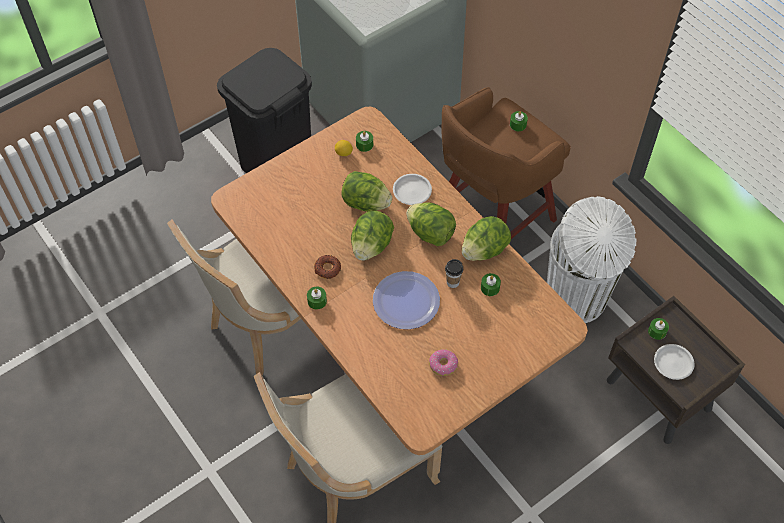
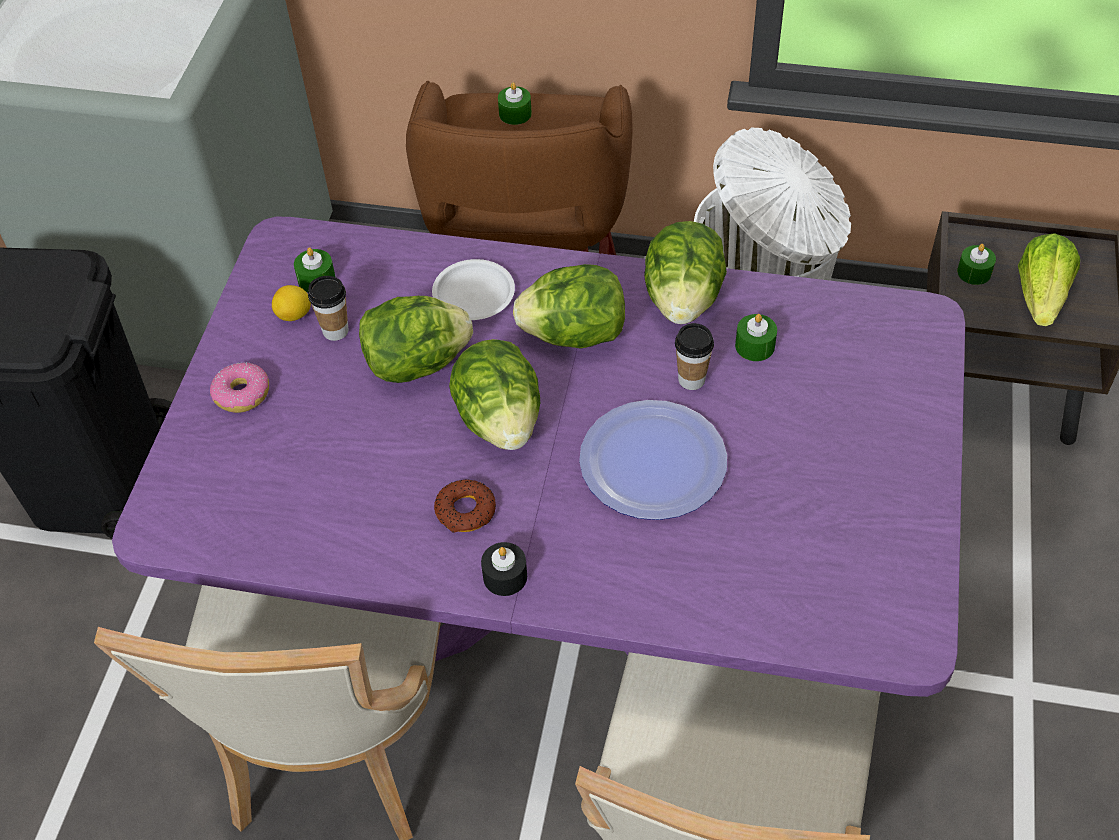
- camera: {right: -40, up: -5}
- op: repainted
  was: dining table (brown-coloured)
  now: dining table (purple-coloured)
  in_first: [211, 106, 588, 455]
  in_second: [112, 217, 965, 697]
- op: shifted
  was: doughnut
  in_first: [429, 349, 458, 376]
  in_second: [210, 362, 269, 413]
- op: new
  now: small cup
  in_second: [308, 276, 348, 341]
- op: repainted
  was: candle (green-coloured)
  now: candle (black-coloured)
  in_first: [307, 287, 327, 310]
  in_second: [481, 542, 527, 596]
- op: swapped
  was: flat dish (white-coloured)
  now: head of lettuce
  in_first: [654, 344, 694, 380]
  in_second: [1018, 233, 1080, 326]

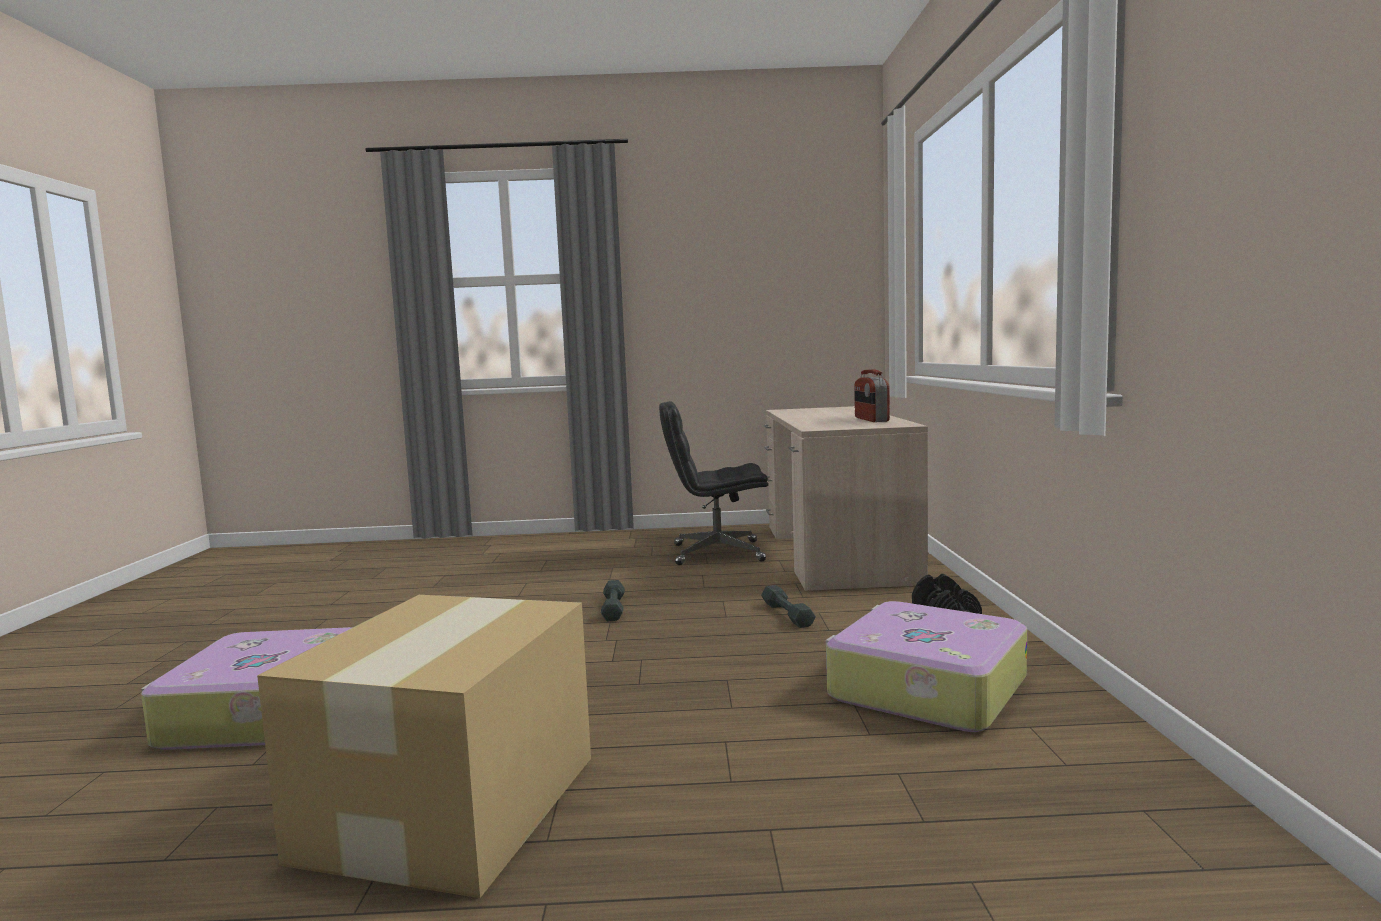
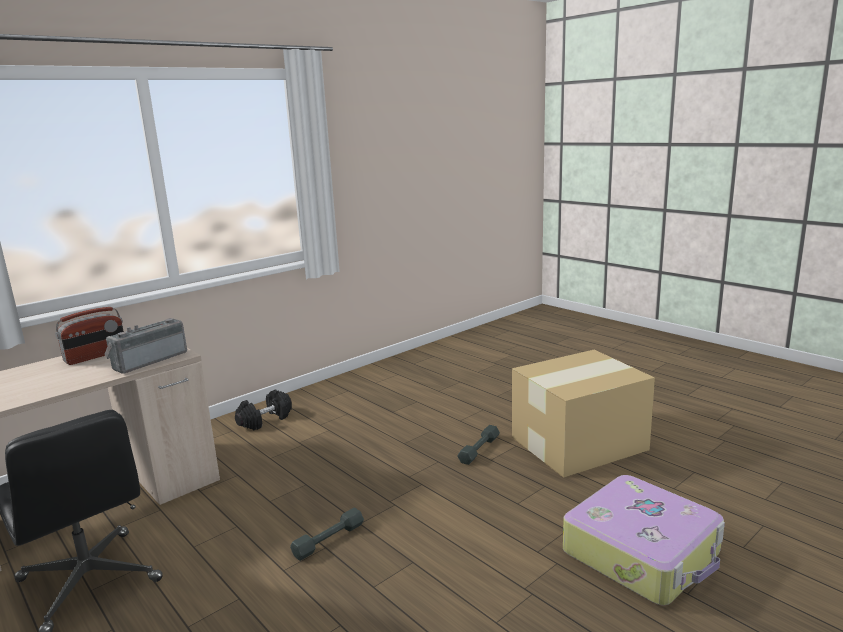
- camera: {right: -130, up: 10}
- op: new
  now: radio receiver
  in_second: [104, 318, 187, 374]
- op: shifted
  was: dumbbell (greyish)
  in_first: [761, 585, 816, 628]
  in_second: [457, 425, 500, 465]
- op: gone
  was: suitcase
  in_first: [826, 601, 1027, 732]

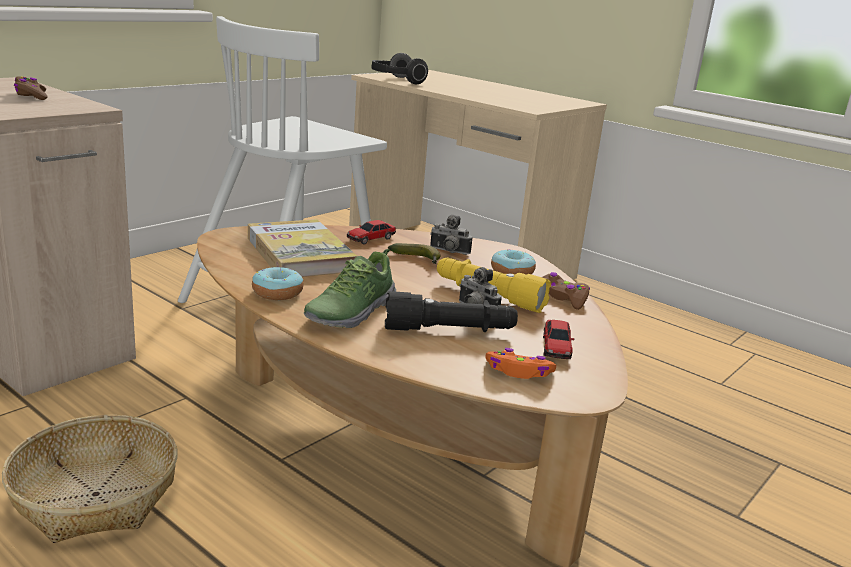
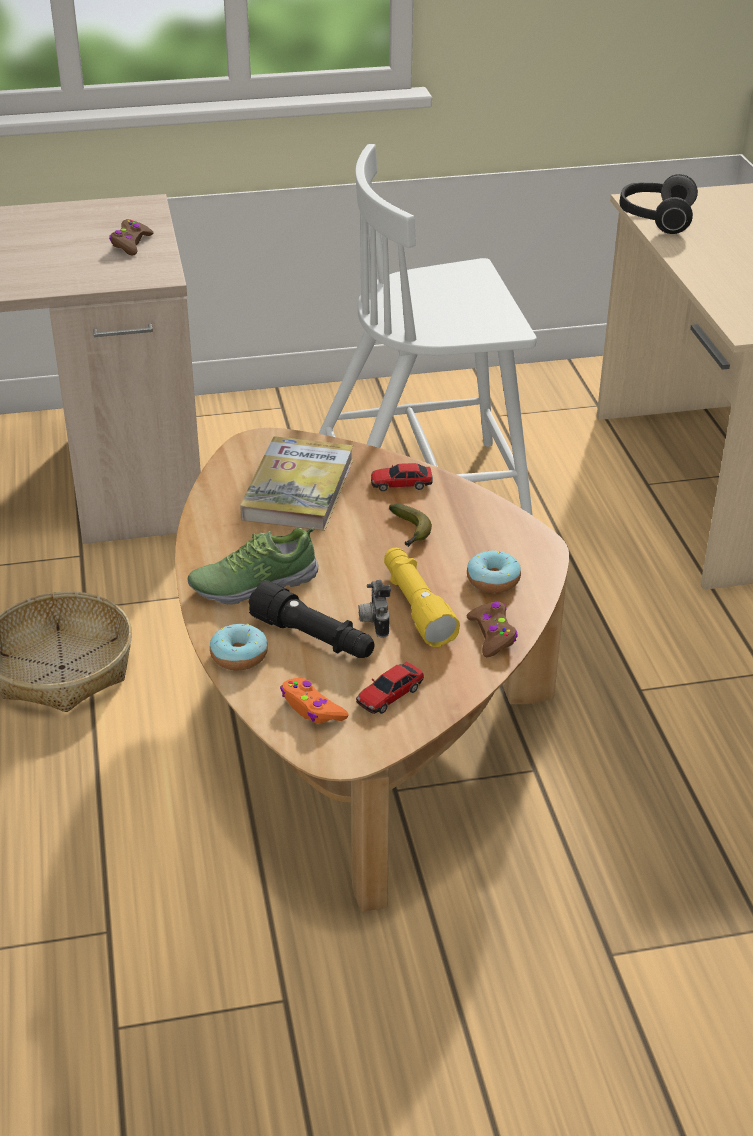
- camera: {right: 40, up: 15}
- op: shifted
  was: doughnut
  in_first: [252, 267, 304, 300]
  in_second: [210, 624, 268, 670]
- op: gone
  was: still camera
  in_first: [430, 215, 472, 255]

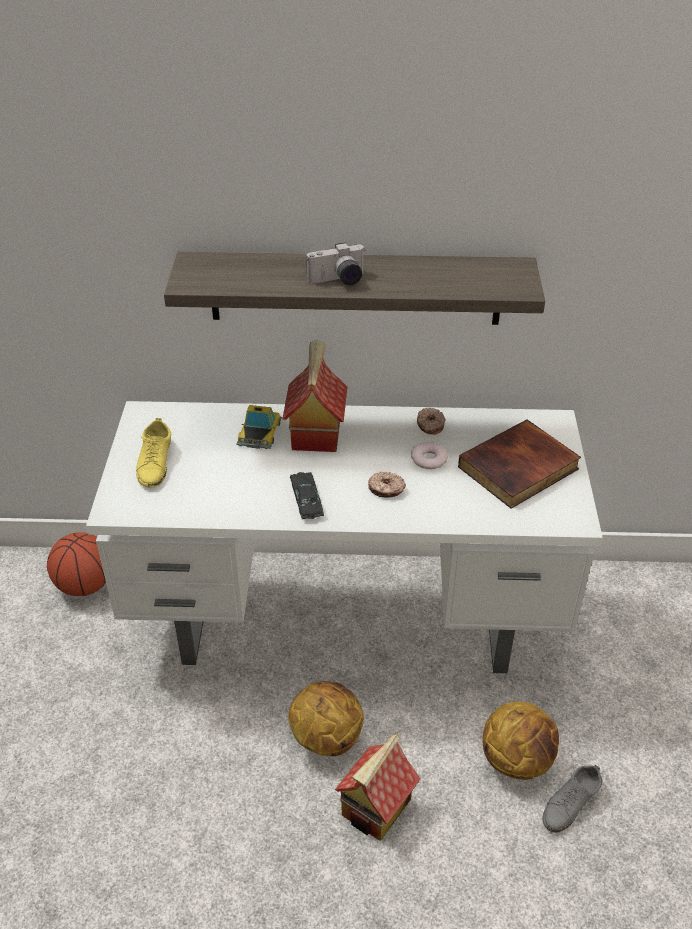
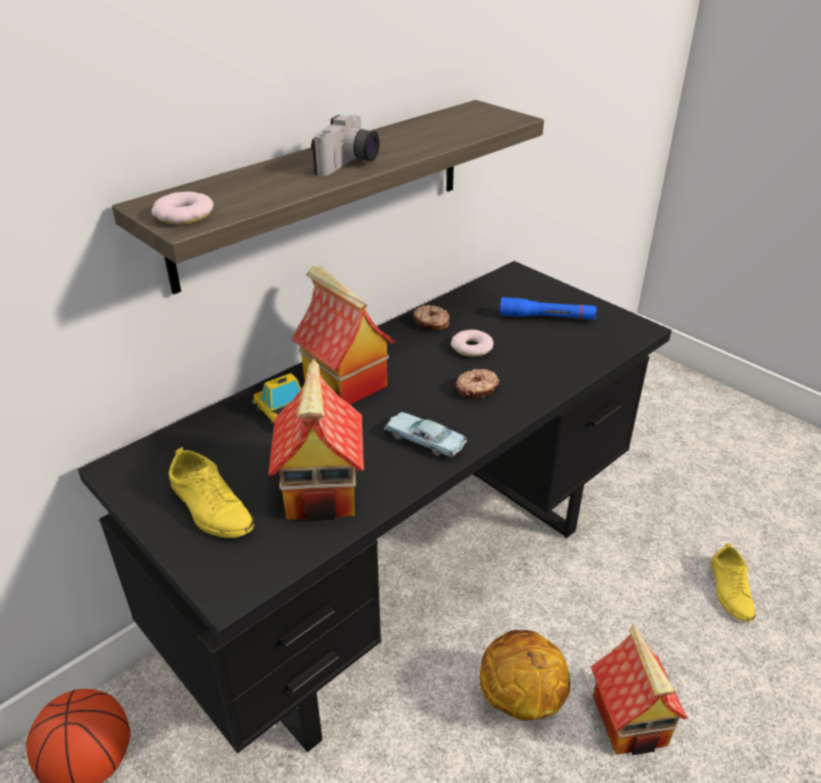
- camera: {right: -45, up: -5}
- op: repainted
  was: desk table (white-coloured)
  now: desk table (black-coloured)
  in_first: [86, 401, 603, 673]
  in_second: [78, 261, 672, 753]
- op: new
  now: doughnut
  in_second: [152, 192, 214, 224]
- op: new
  now: model house
  in_second: [268, 358, 364, 521]
- op: repainted
  was: toy car (black-coloured)
  now: toy car (blue)
  in_first: [290, 472, 324, 520]
  in_second: [384, 412, 467, 457]
- op: swapped
  was: book
  now: hand torch (blue)
  in_first: [458, 419, 581, 509]
  in_second: [500, 297, 597, 320]
- op: repainted
  was: low shoe (greyish)
  now: low shoe (yellowish)
  in_first: [543, 765, 602, 833]
  in_second: [711, 544, 756, 622]
- op: gone
  was: basketball
  in_first: [482, 701, 559, 780]

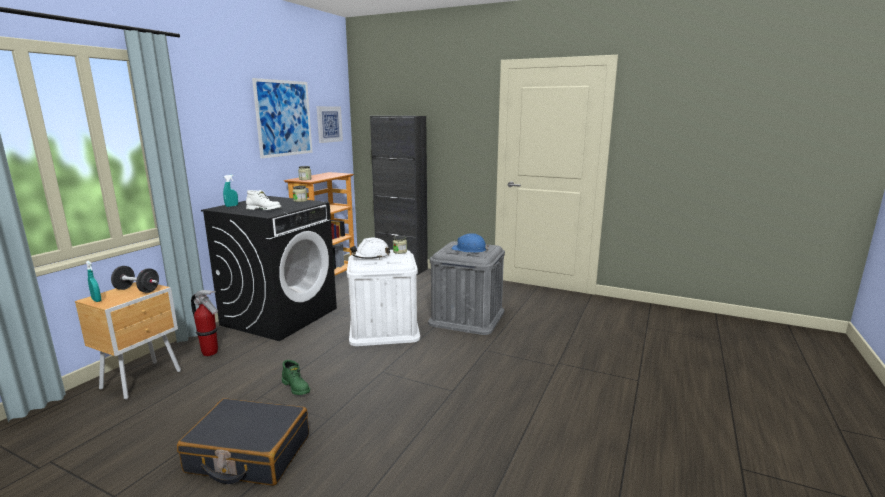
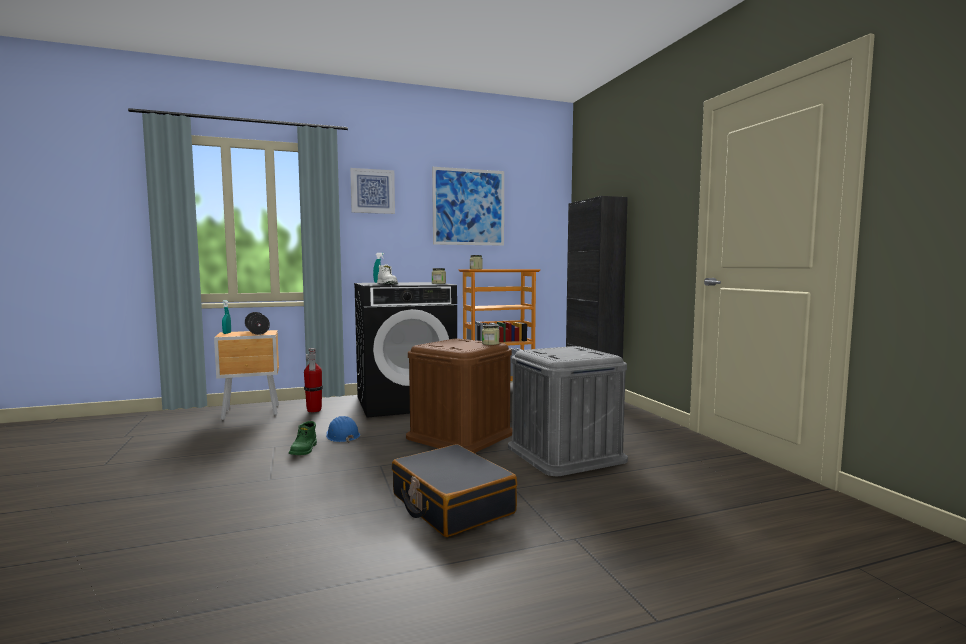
- camera: {right: 45, up: -10}
- op: shifted
  was: safety helmet (blue)
  in_first: [451, 233, 490, 253]
  in_second: [326, 416, 360, 443]
- op: shifted
  was: wall art
  in_first: [317, 106, 343, 143]
  in_second: [350, 168, 395, 214]
- op: shifted
  was: suitcase (black-coloured)
  in_first: [177, 398, 309, 486]
  in_second: [392, 444, 517, 537]
- op: repainted
  was: storage container (white-coloured)
  now: storage container (brown-coloured)
  in_first: [347, 250, 420, 346]
  in_second: [406, 339, 512, 453]
- op: gone
  was: safety helmet (white-coloured)
  in_first: [350, 238, 390, 259]

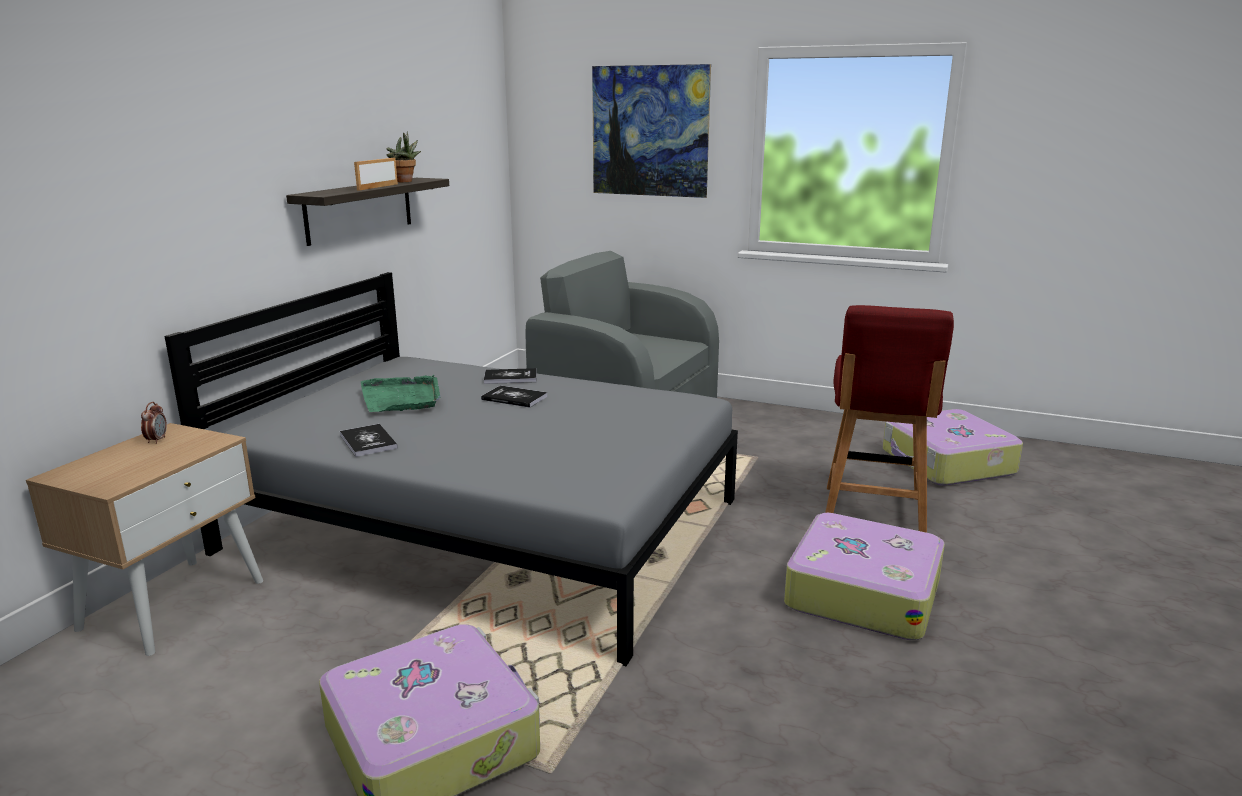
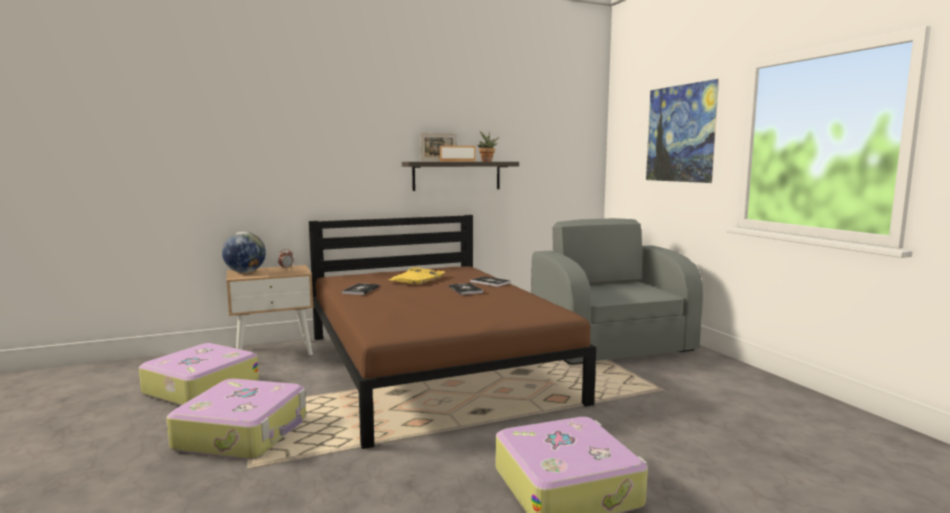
- camera: {right: 45, up: -10}
- op: shifted
  was: suitcase
  in_first: [882, 409, 1023, 486]
  in_second: [139, 343, 259, 406]
- op: new
  now: desk globe
  in_second: [222, 232, 266, 273]
- op: repainted
  was: sleeping bed (greyish)
  now: sleeping bed (brown-coloured)
  in_first: [165, 272, 738, 666]
  in_second: [309, 215, 596, 449]
- op: repainted
  was: serving tray (green-coloured)
  now: serving tray (yellowish)
  in_first: [361, 375, 440, 412]
  in_second: [388, 267, 445, 284]
- op: new
  now: picture frame
  in_second: [420, 133, 457, 162]
- op: gone
  was: plain chair (red-coloured)
  in_first: [825, 305, 954, 533]

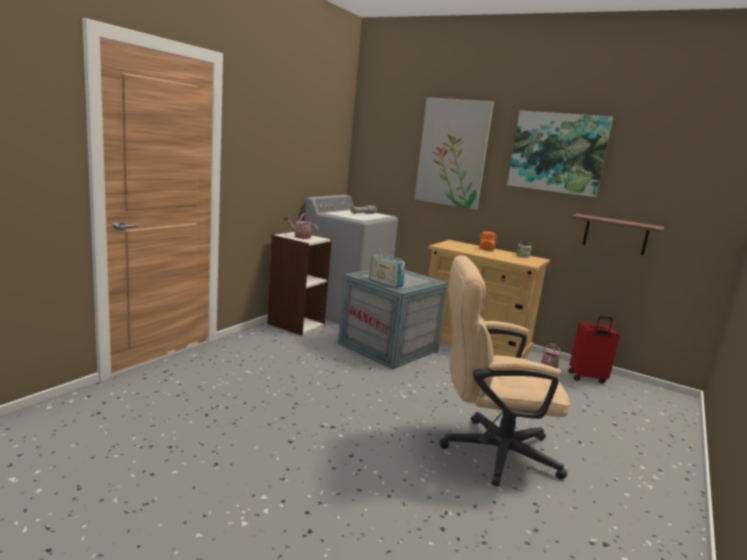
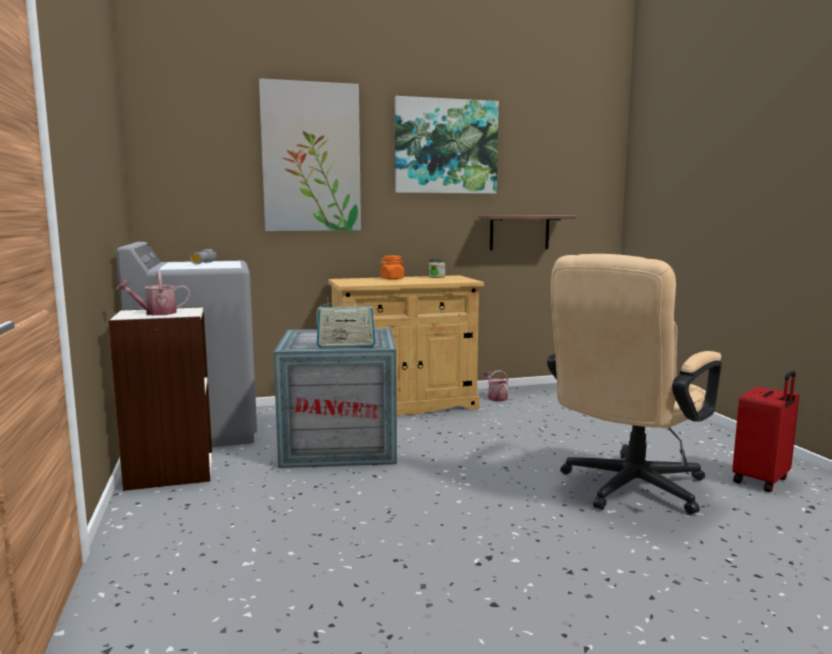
- camera: {right: -45, up: -5}
- op: shifted
  was: suitcase (red-coloured)
  in_first: [568, 316, 620, 384]
  in_second: [732, 371, 799, 492]

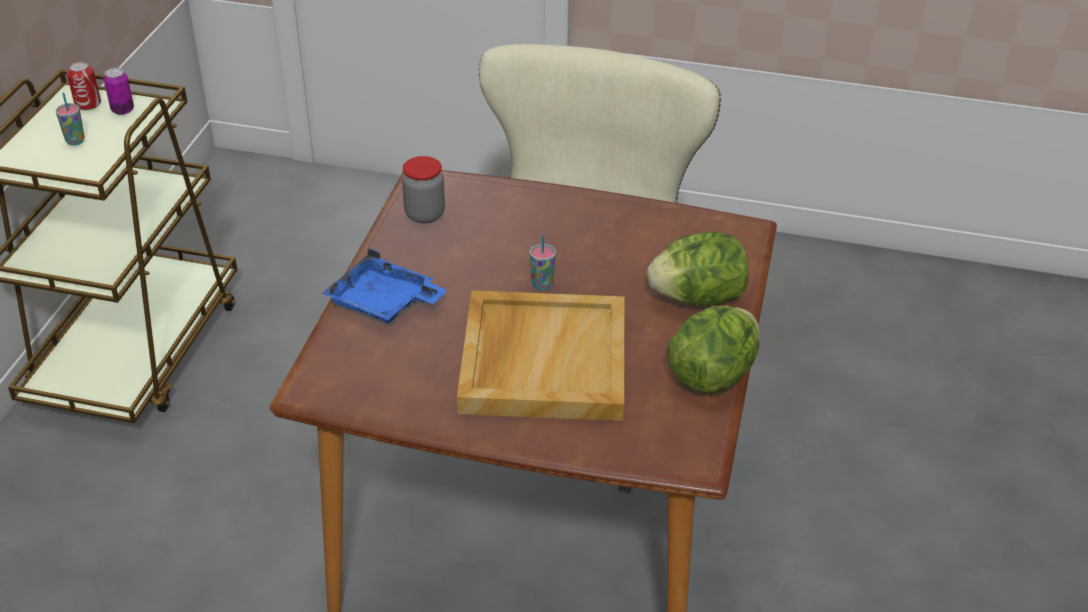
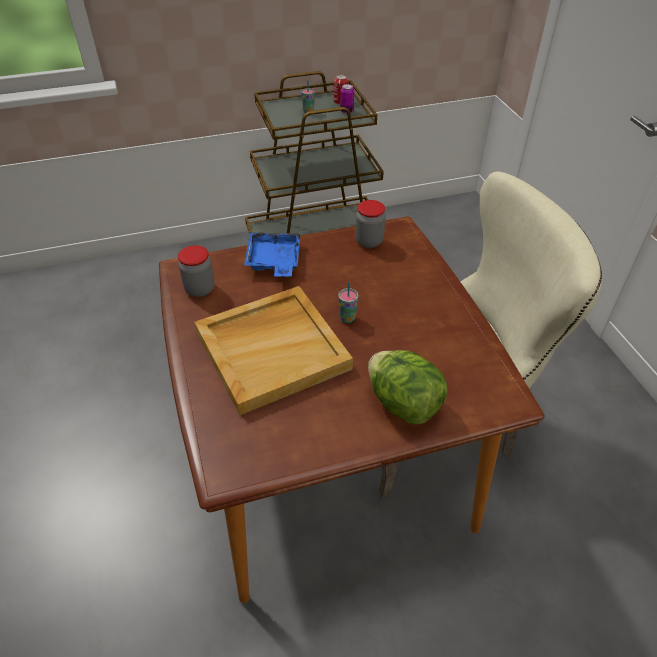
- camera: {right: 60, up: 5}
- op: new
  now: storage jar
  in_second: [178, 245, 215, 297]
- op: gone
  was: head of lettuce
  in_first: [667, 305, 759, 394]

